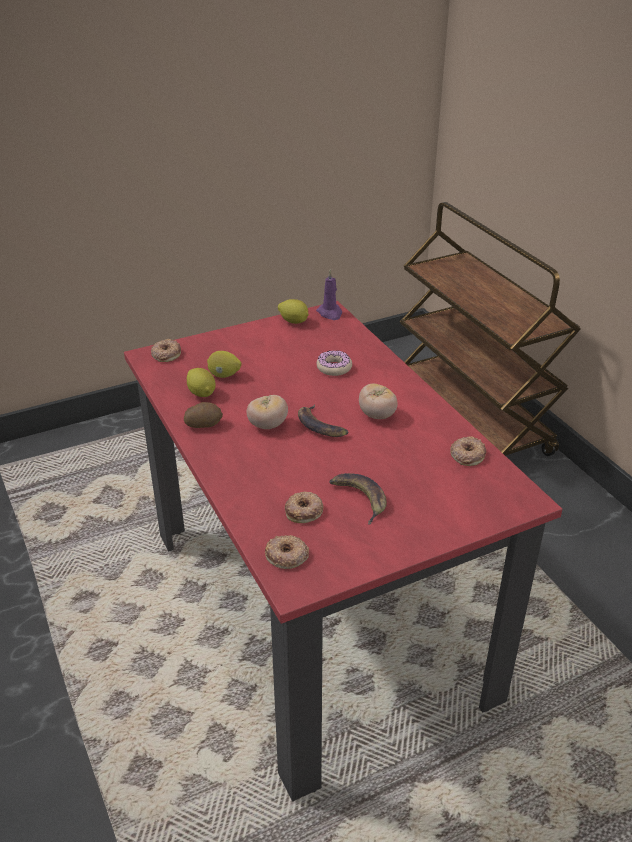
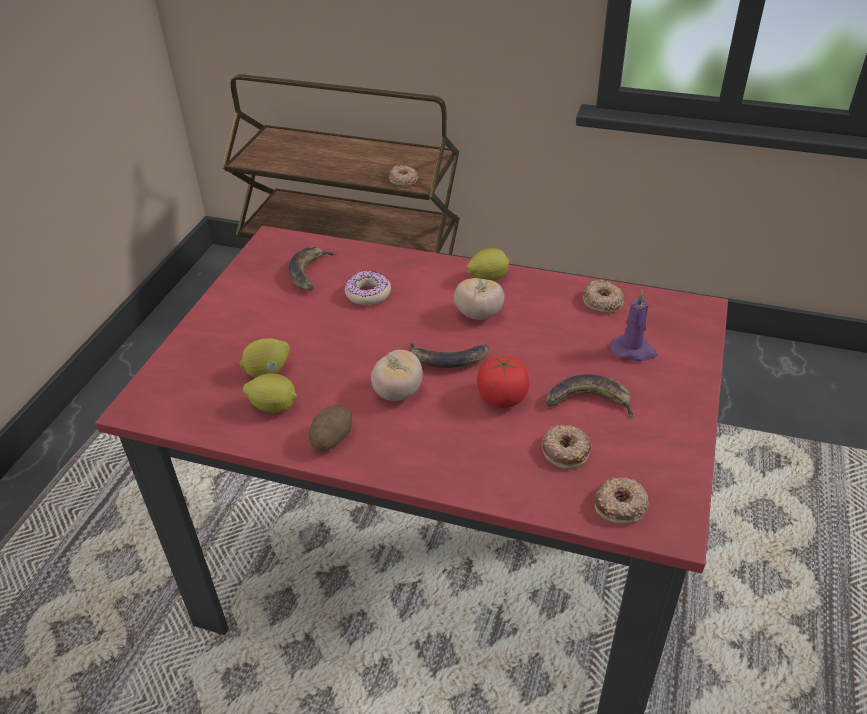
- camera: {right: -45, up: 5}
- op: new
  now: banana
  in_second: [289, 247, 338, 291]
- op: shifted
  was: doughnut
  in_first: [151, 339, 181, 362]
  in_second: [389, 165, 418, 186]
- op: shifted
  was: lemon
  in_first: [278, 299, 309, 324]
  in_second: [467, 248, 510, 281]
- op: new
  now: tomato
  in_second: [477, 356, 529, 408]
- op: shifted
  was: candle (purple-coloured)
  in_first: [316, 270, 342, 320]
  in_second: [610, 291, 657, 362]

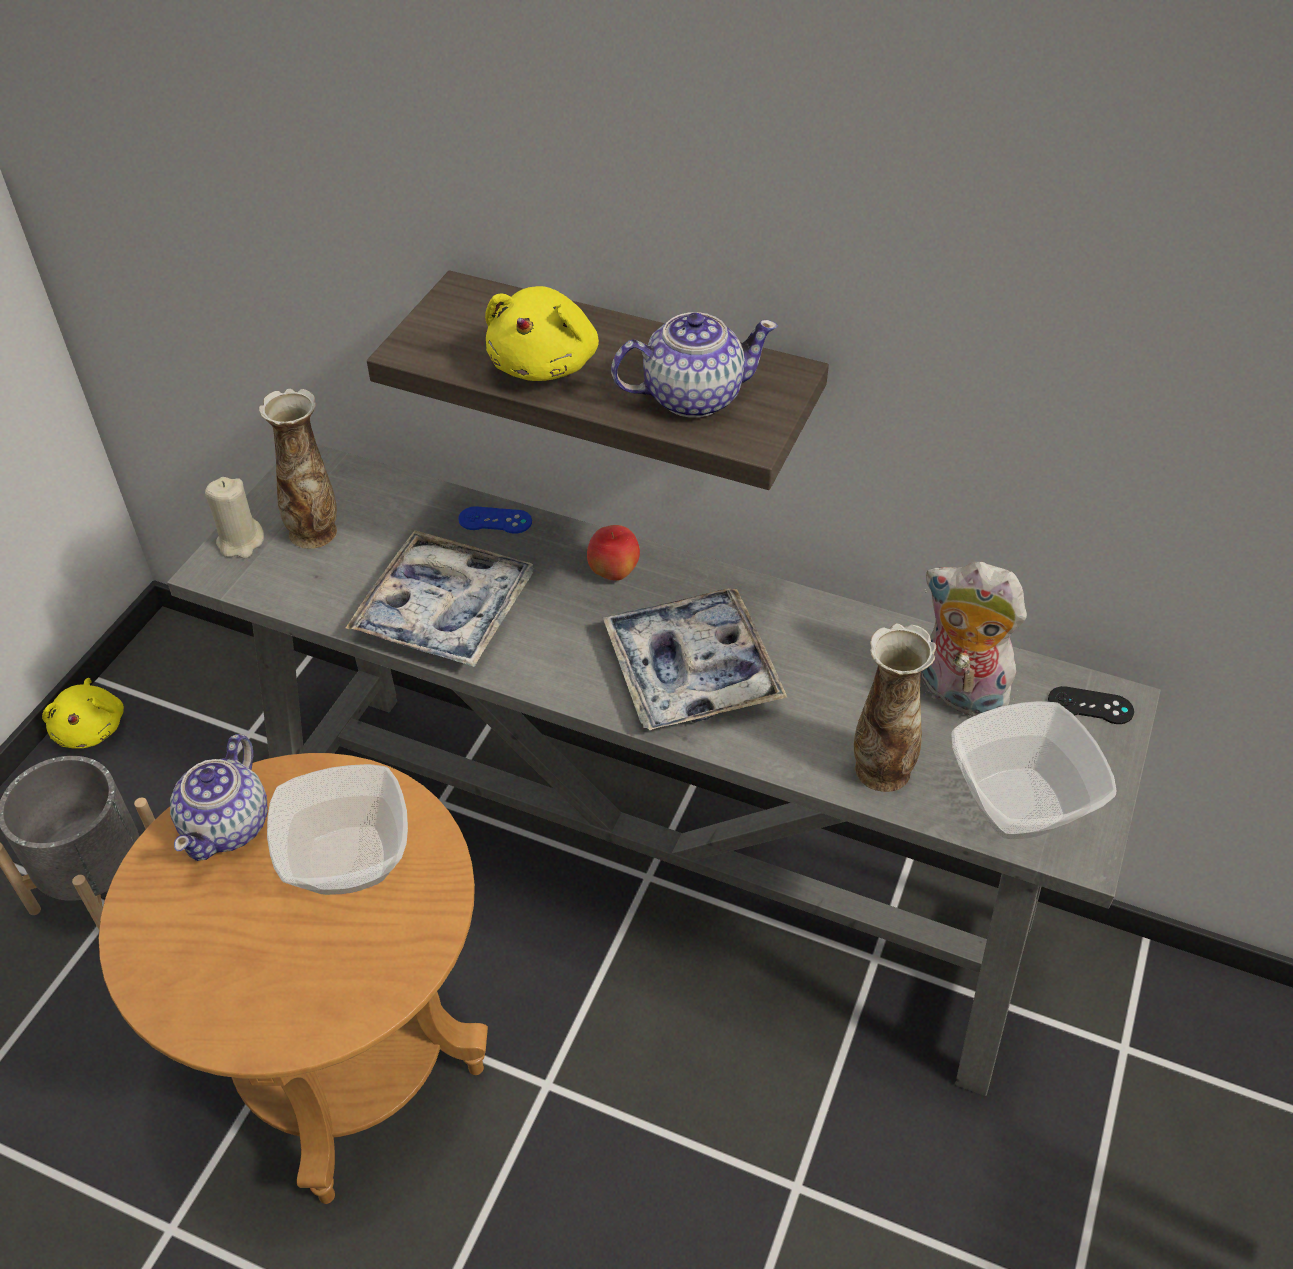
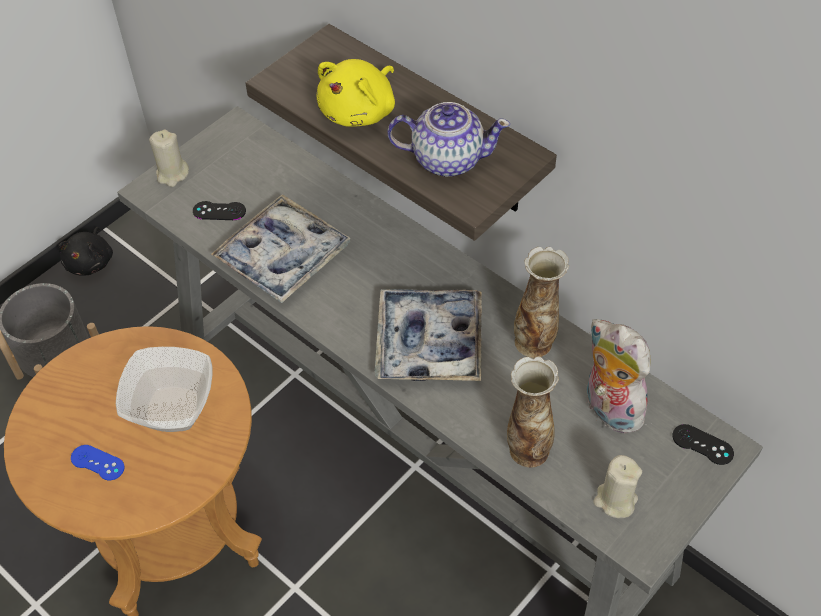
- camera: {right: 20, up: 5}
- op: repainted
  was: plush toy (yellowish)
  now: plush toy (black-coloured)
  in_first: [42, 678, 124, 749]
  in_second: [58, 227, 113, 276]
- op: shifted
  was: game controller (blue)
  in_first: [458, 506, 532, 534]
  in_second: [71, 445, 124, 480]
- op: new
  now: game controller (black-coloured)
  in_second: [193, 201, 246, 220]
- op: shifted
  was: decorative vase
  in_first: [259, 389, 337, 549]
  in_second: [514, 247, 569, 358]
- op: swapped
  was: bowl
  now: candle (sand-coloured)
  in_first: [951, 701, 1116, 839]
  in_second: [593, 455, 642, 518]
- op: gone
  was: pot for tea
  in_first: [170, 734, 268, 861]
- op: gone
  was: apple fruit
  in_first: [587, 525, 640, 581]

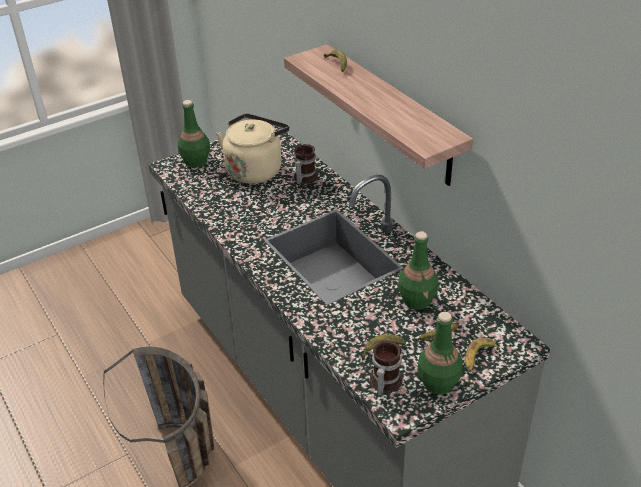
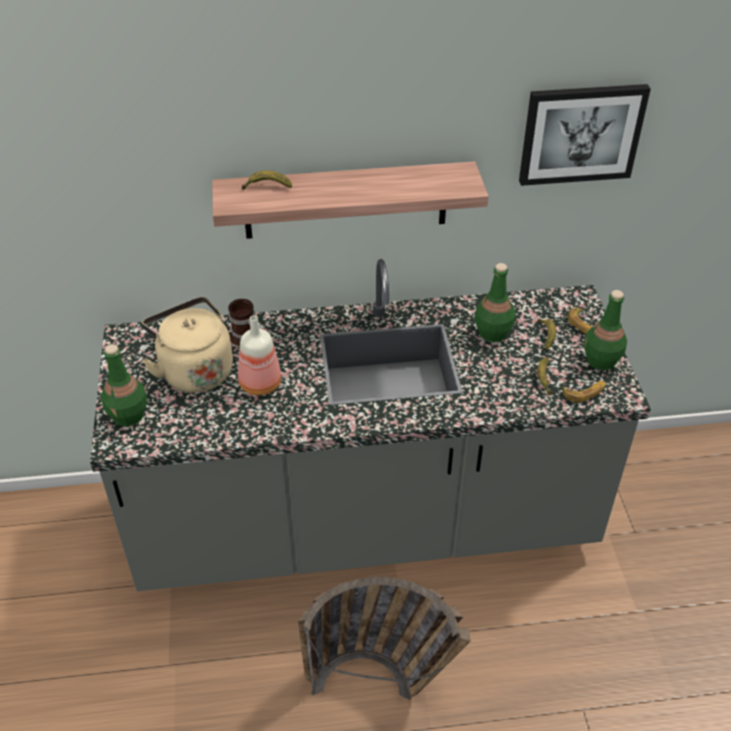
- camera: {right: -65, up: 5}
- op: new
  now: beverage bottle
  in_second: [238, 315, 282, 396]
- op: new
  now: wall art
  in_second: [519, 84, 651, 186]
- op: swapped
  was: coffee mug
  now: banana
  in_first: [370, 340, 403, 396]
  in_second: [562, 381, 606, 402]

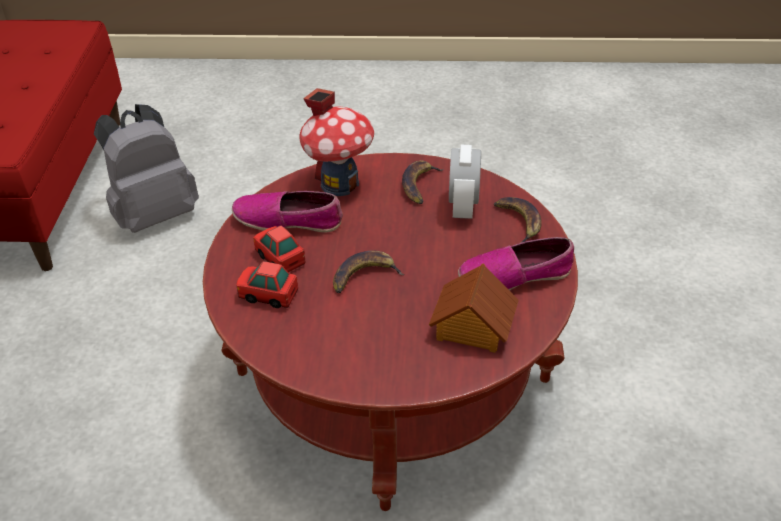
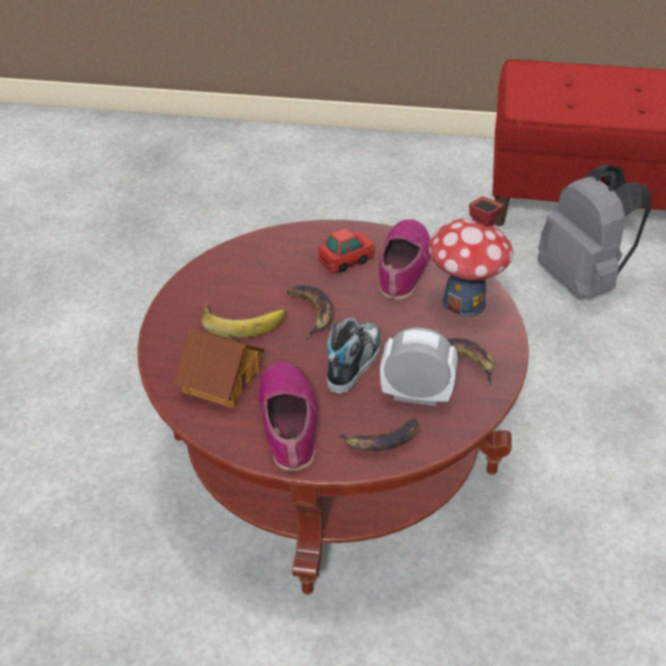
- camera: {right: 95, up: 0}
- op: new
  now: banana
  in_second: [201, 303, 285, 338]
- op: new
  now: low shoe
  in_second: [327, 318, 381, 394]
- op: gone
  was: toy car
  in_first: [236, 261, 298, 308]

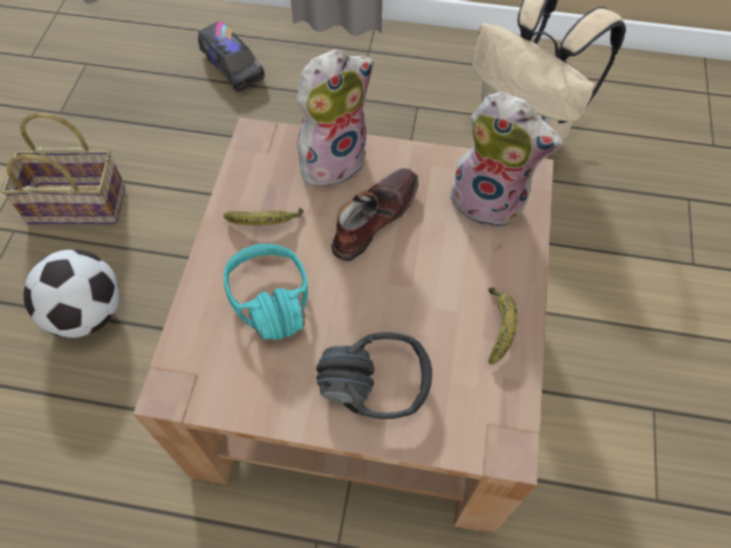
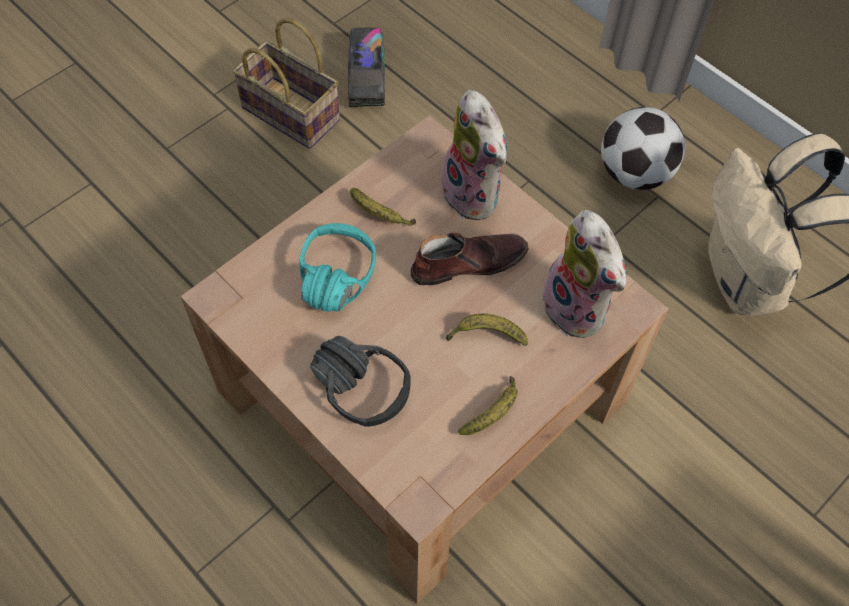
- camera: {right: 35, up: 0}
- op: shifted
  was: toy truck
  in_first: [198, 21, 265, 92]
  in_second: [348, 28, 385, 107]
- op: rotated
  was: plush toy
  in_first: [297, 49, 374, 191]
  in_second: [441, 90, 508, 220]
  clockwise: 60
- op: new
  now: banana
  in_second: [446, 314, 528, 346]
- op: shifted
  was: football
  in_first: [23, 250, 119, 338]
  in_second: [601, 107, 685, 190]

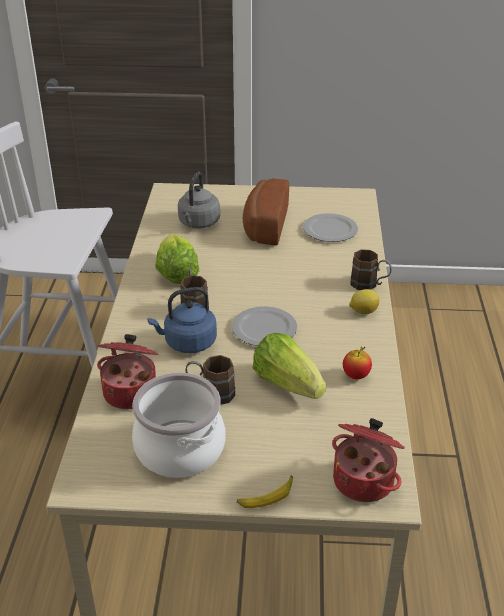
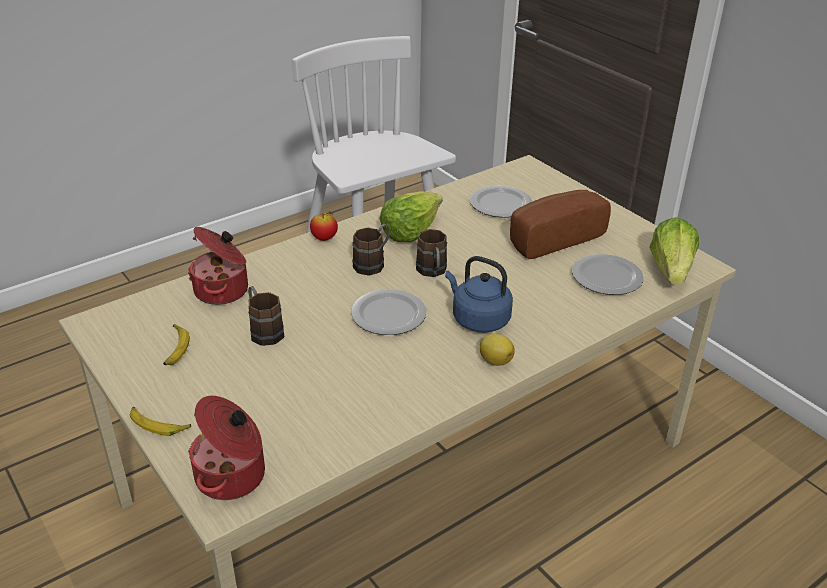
- camera: {right: 50, up: 0}
- op: swapped
  was: cooking pot
  now: banana
  in_first: [132, 372, 226, 478]
  in_second: [163, 324, 190, 366]
- op: shifted
  was: apple fruit
  in_first: [343, 346, 372, 379]
  in_second: [310, 211, 338, 241]
- op: shifted
  was: coffee mug (brown-coloured)
  in_first: [350, 249, 392, 290]
  in_second: [416, 229, 447, 277]
- op: shifted
  was: kettle (blue)
  in_first: [147, 287, 217, 353]
  in_second: [445, 256, 513, 333]
- op: swapped
  was: kettle (greyish)
  now: flat dish
  in_first: [178, 172, 220, 229]
  in_second: [470, 186, 532, 218]
- op: shifted
  was: head of lettuce
  in_first: [253, 333, 326, 399]
  in_second: [649, 217, 699, 285]

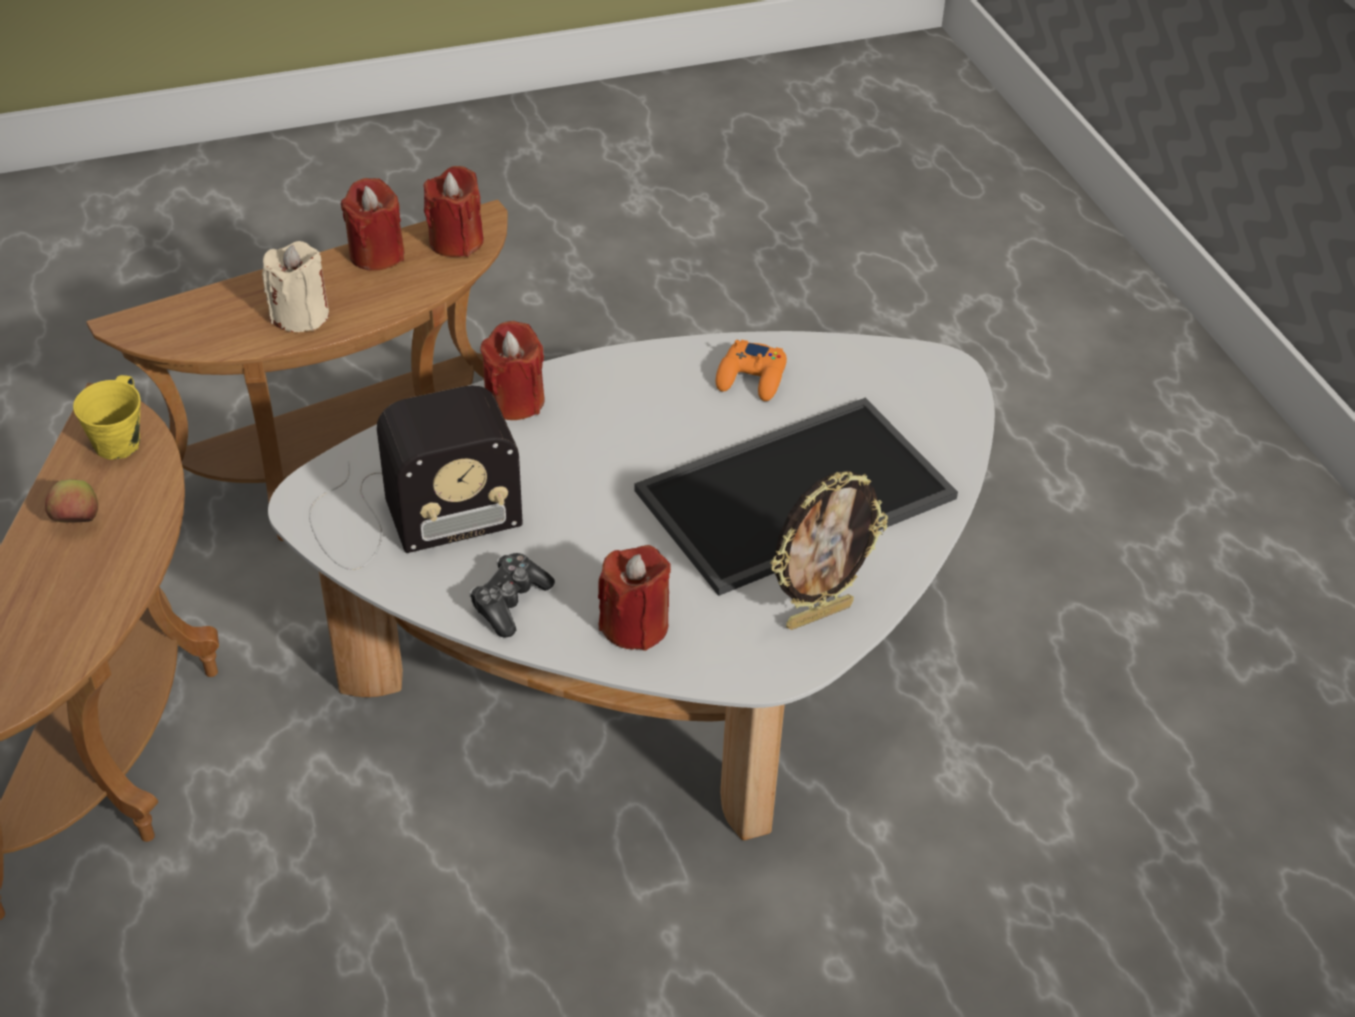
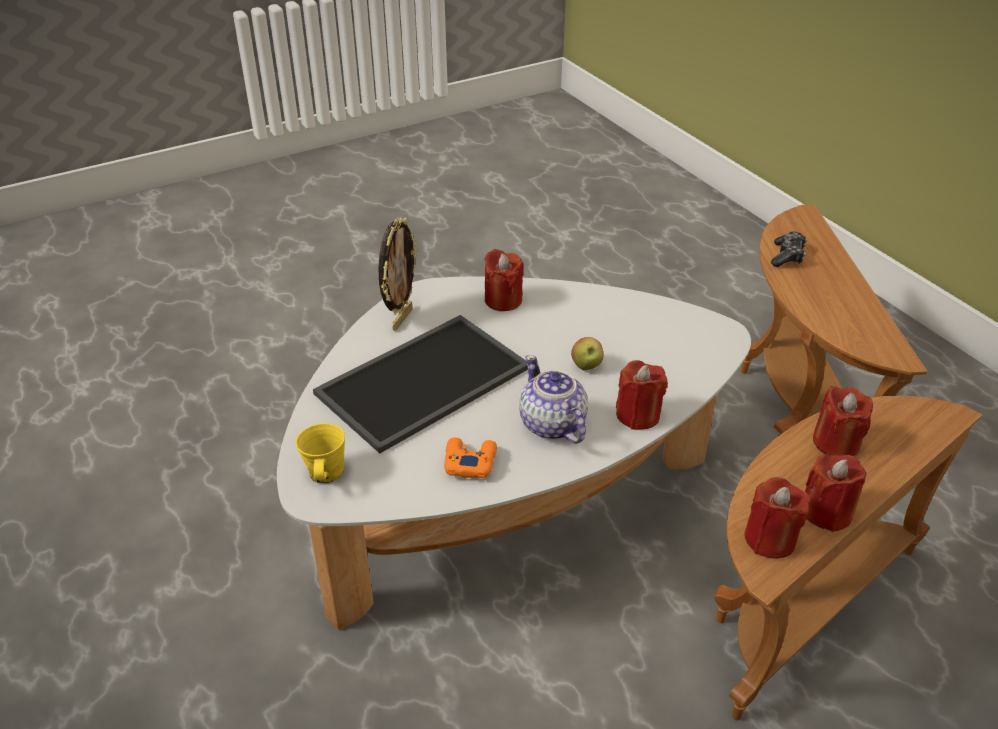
- camera: {right: 170, up: -5}
- op: shifted
  was: coffee mug (yellowish)
  in_first: [73, 375, 141, 460]
  in_second: [296, 423, 345, 483]
- op: rotated
  was: picture frame
  in_first: [770, 471, 888, 630]
  in_second: [378, 217, 417, 331]
  clockwise: 150
- op: new
  now: pot for tea
  in_second: [520, 355, 588, 444]
- op: shifted
  was: apple fruit
  in_first: [45, 479, 98, 523]
  in_second: [571, 337, 603, 371]
- op: shifted
  was: game controller
  in_first: [469, 553, 555, 638]
  in_second: [771, 232, 807, 267]
- op: repainted
  was: candle (sand-coloured)
  now: candle (red-coloured)
  in_first: [262, 241, 329, 332]
  in_second: [813, 386, 873, 456]
- op: gone
  was: radio receiver
  in_first: [309, 385, 523, 570]

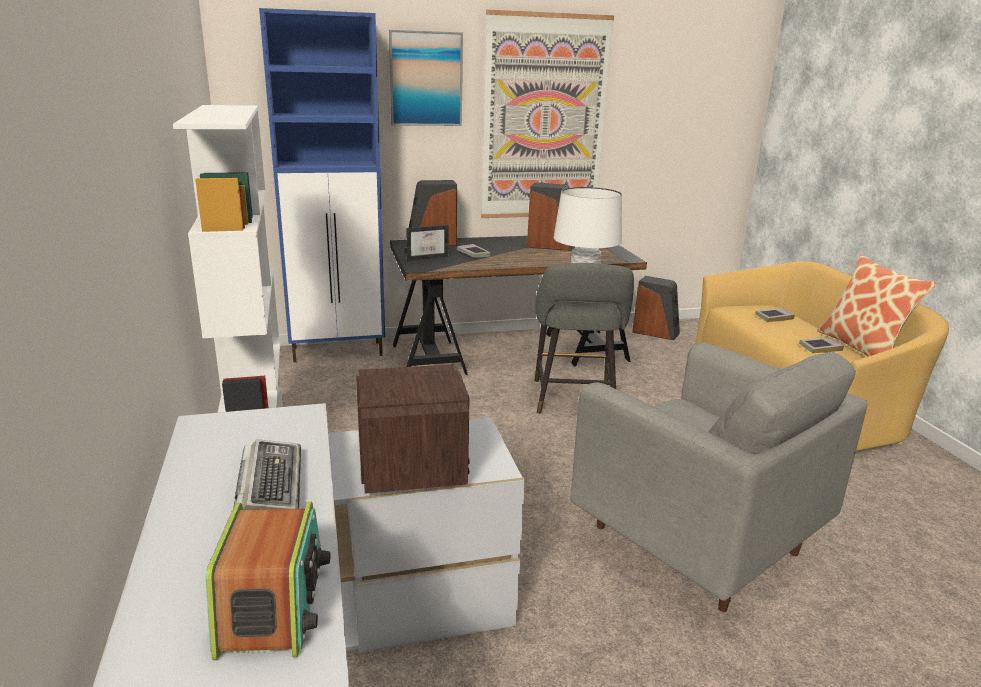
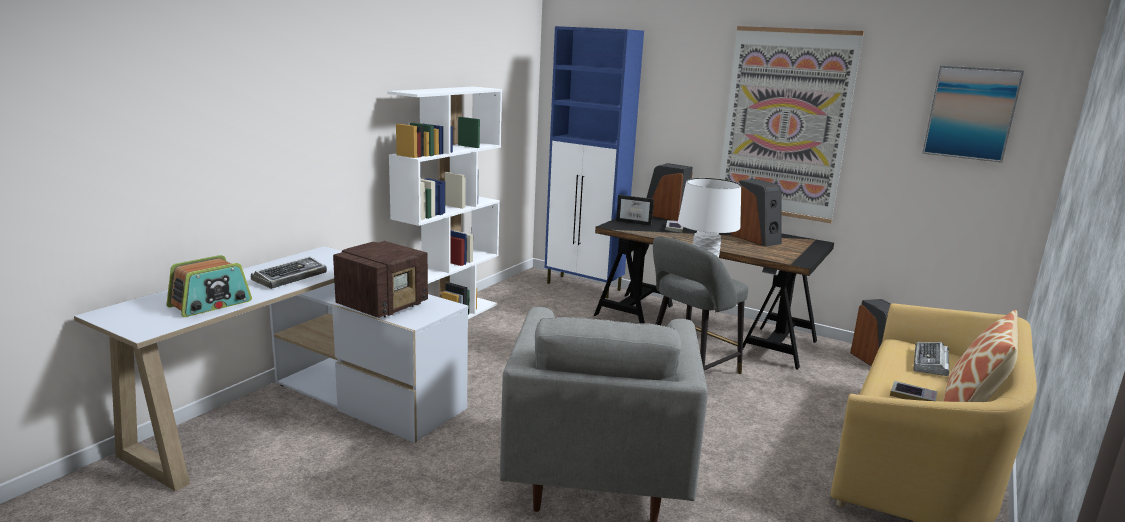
- camera: {right: 45, up: -5}
- op: swapped
  was: book
  now: keyboard
  in_first: [755, 308, 795, 322]
  in_second: [913, 342, 949, 376]
- op: shifted
  was: wall art
  in_first: [389, 30, 463, 126]
  in_second: [922, 65, 1024, 163]

